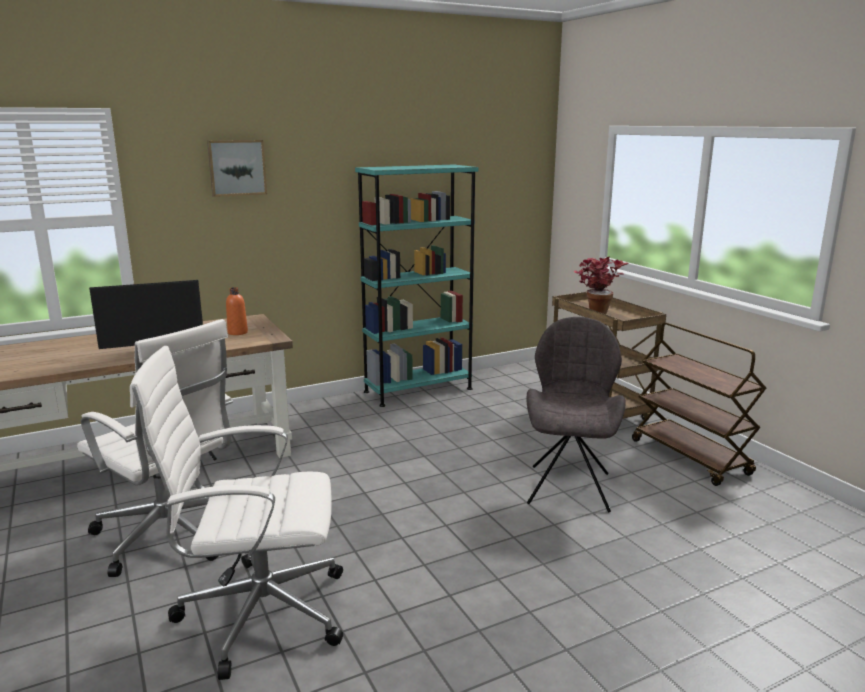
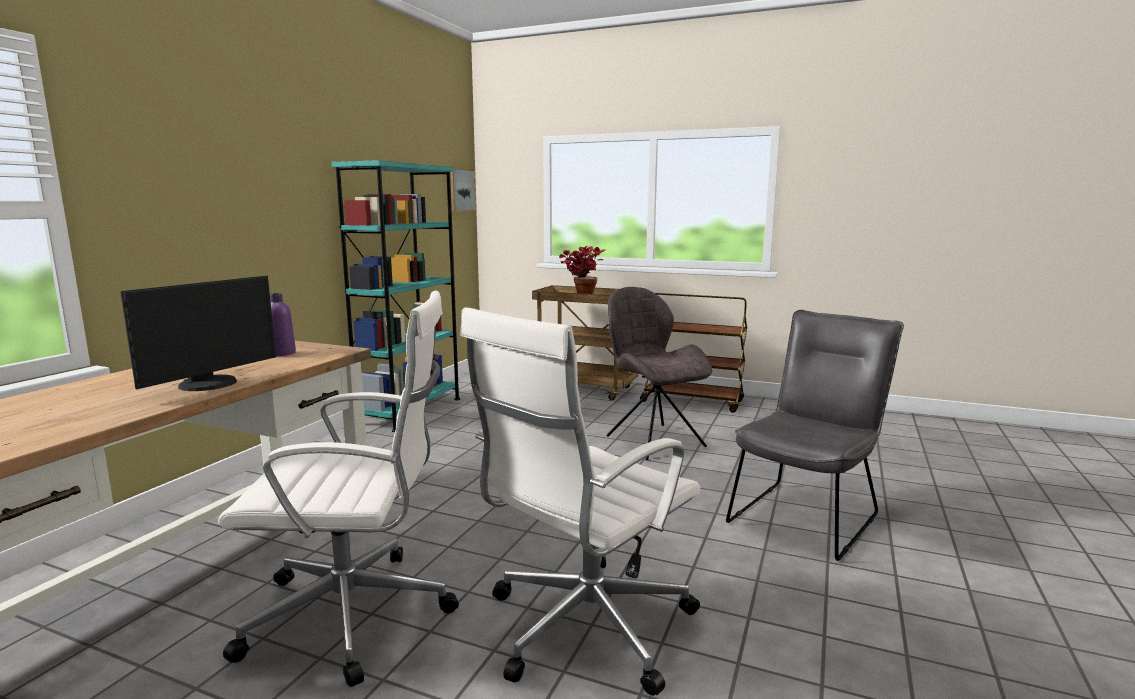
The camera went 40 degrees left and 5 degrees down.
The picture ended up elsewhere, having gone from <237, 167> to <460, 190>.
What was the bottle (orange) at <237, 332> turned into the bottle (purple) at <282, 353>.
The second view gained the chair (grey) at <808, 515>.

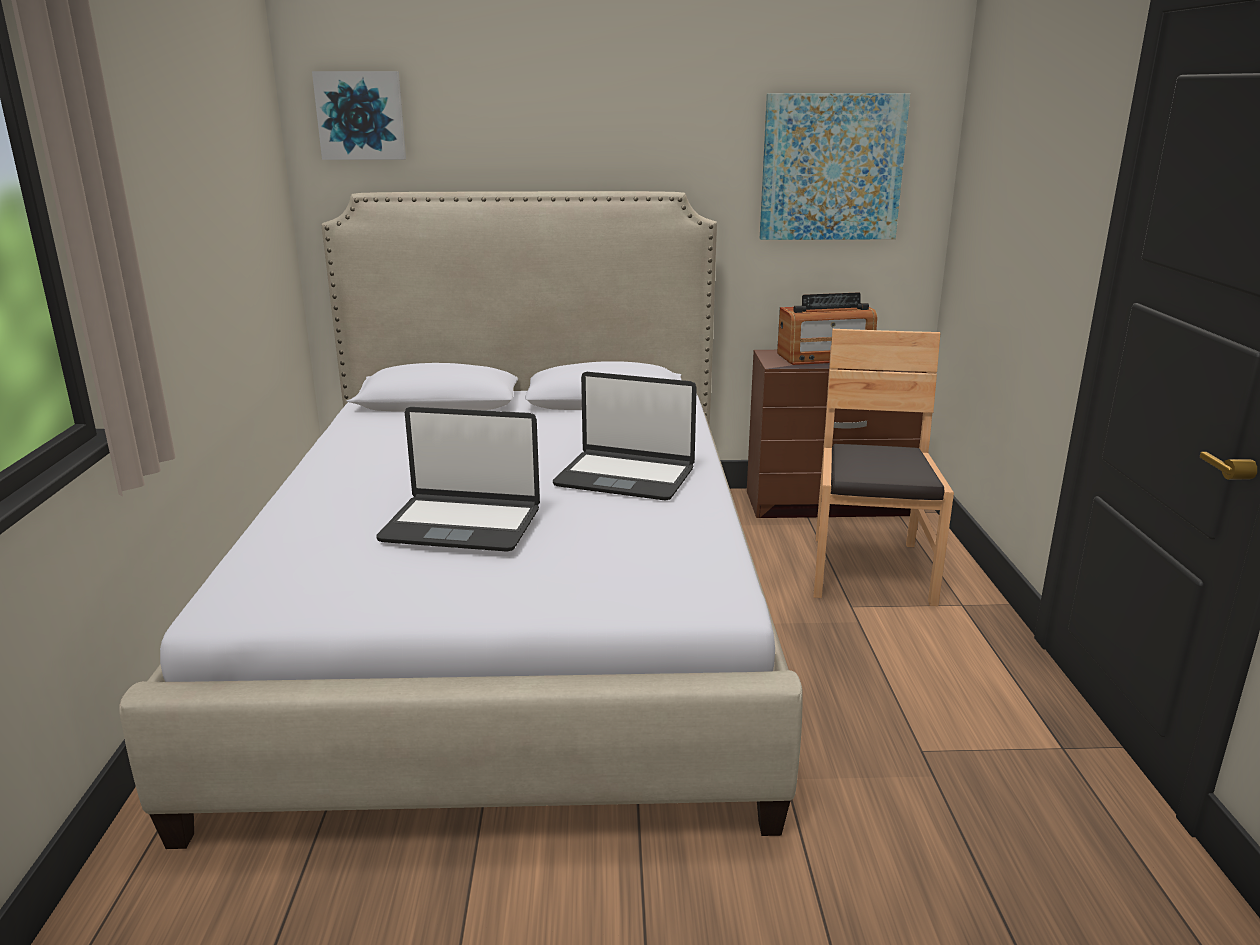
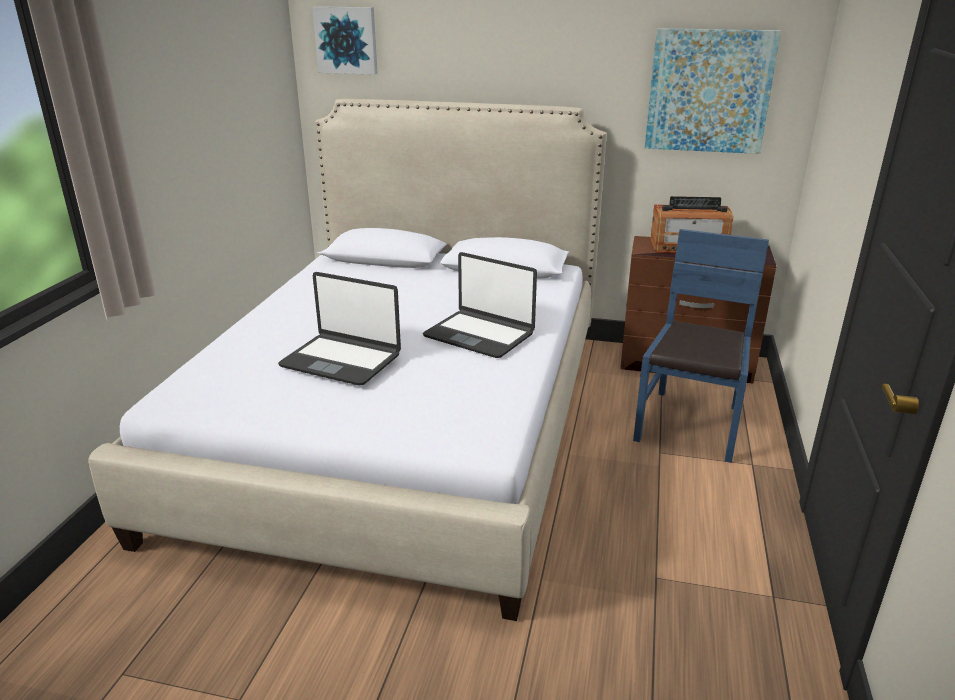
The camera went 15 degrees right and 5 degrees up.
What was the chair (brown) at <869, 570> turned into the chair (blue) at <690, 424>.

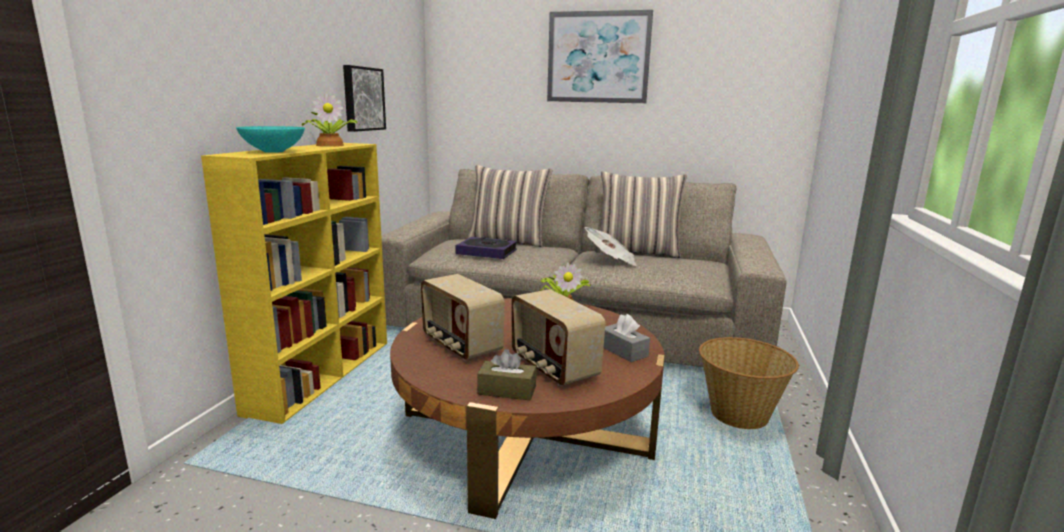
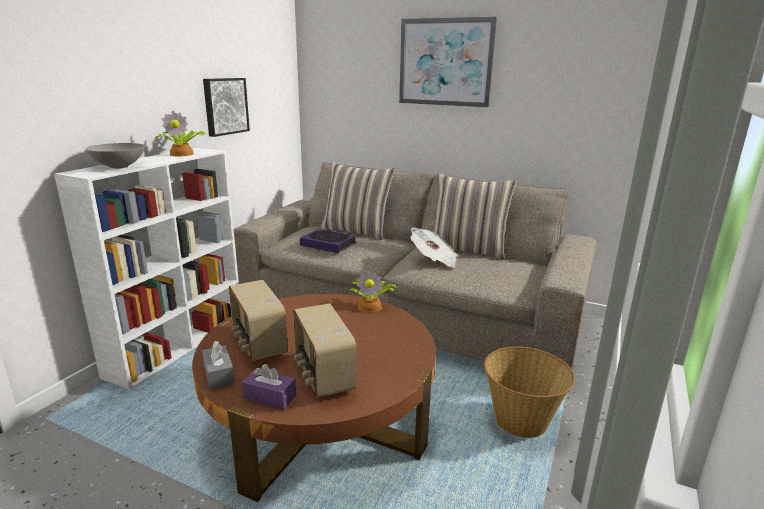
The camera went 10 degrees right and 5 degrees up.
What was the bookcase (yellow) at <323, 374> turned into the bookcase (white) at <179, 344>.
What was the bowl (turquoise) at <273, 151> turned into the bowl (grey) at <118, 167>.
What was the tissue box (brown) at <507, 390> turned into the tissue box (purple) at <269, 397>.
The tissue box (grey) ended up elsewhere, having gone from <623, 351> to <219, 374>.

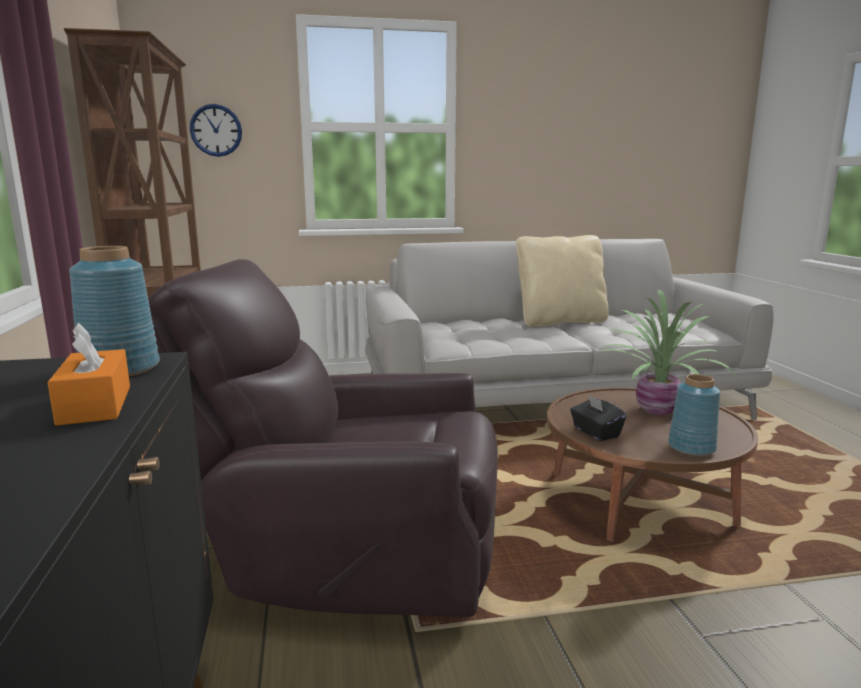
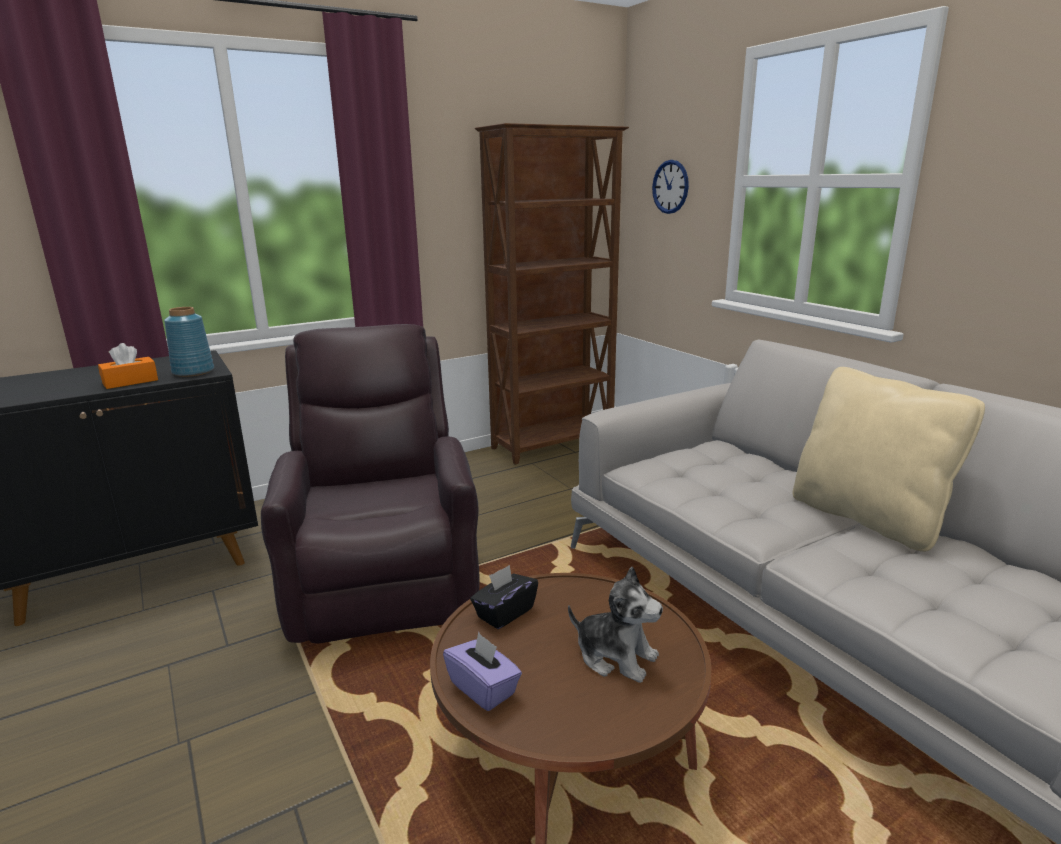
The camera went 70 degrees right and 5 degrees up.
Where the potted plant stood at <655, 410>, the plush toy came to stand at <616, 656>.
Where the vase (blue) stood at <691, 448>, the tissue box (purple) came to stand at <483, 688>.

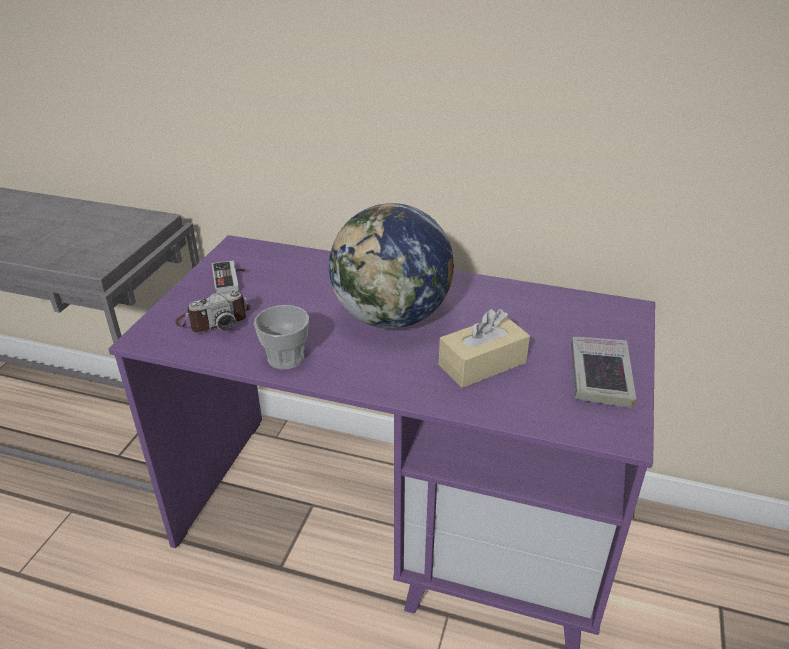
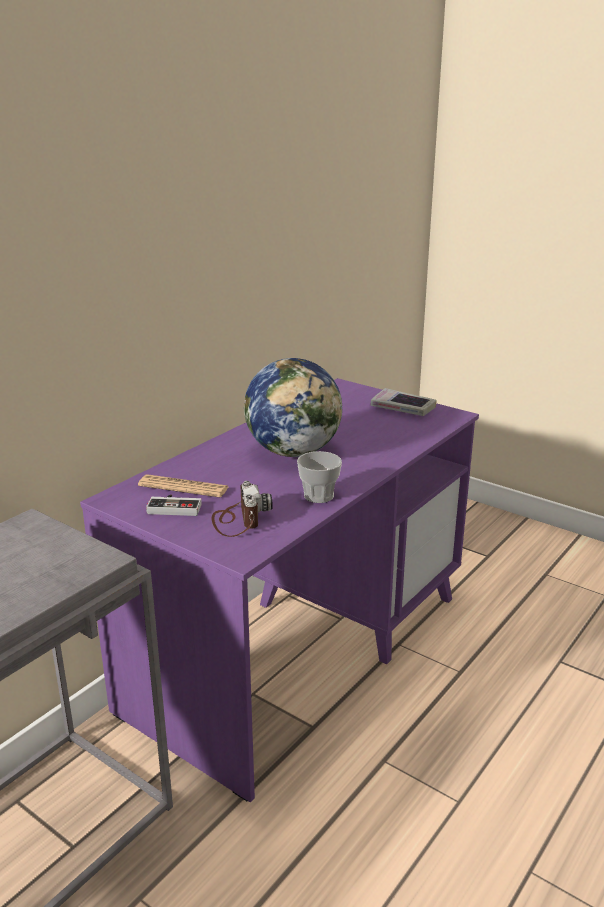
The camera went 70 degrees left and 10 degrees down.
The second view lost the tissue box (beige) at <482, 364>.
The second view gained the newspaper at <183, 487>.

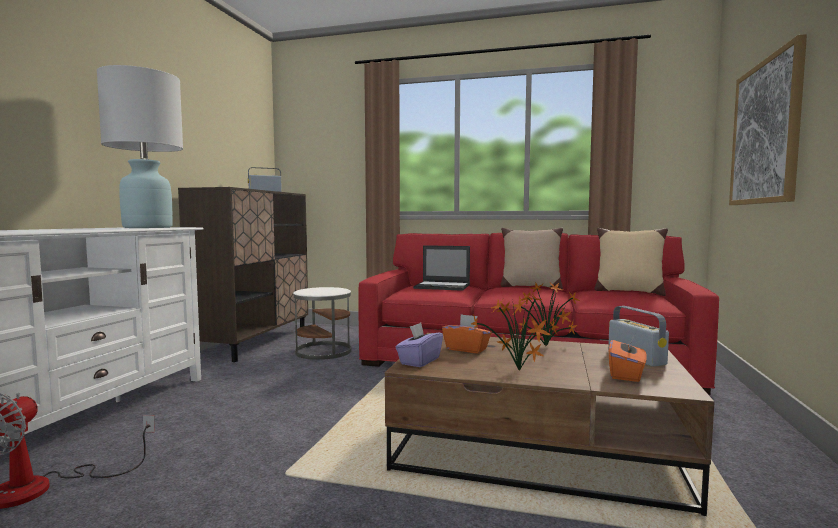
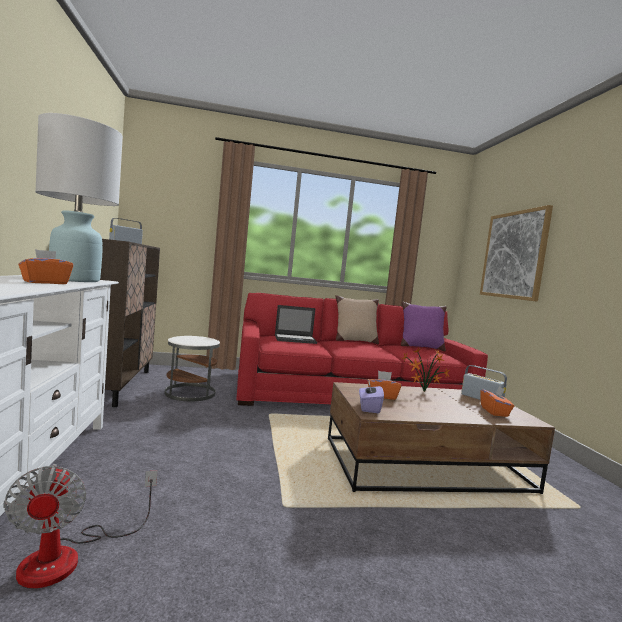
The camera went 25 degrees left and 0 degrees up.
The second view lost the potted plant at <519, 372>.
What was the pillow (beige) at <628, 292> turned into the pillow (purple) at <420, 347>.
The second view gained the tissue box (orange) at <45, 282>.

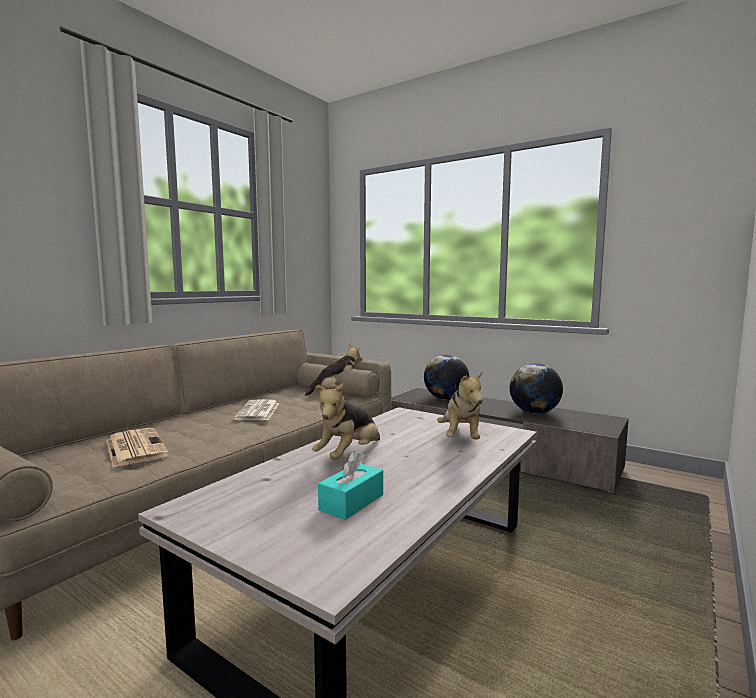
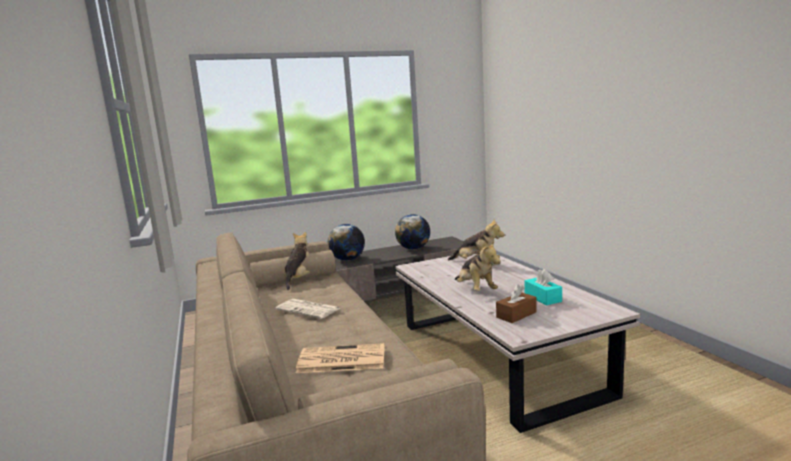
The camera went 55 degrees left and 5 degrees up.
The second view gained the tissue box (brown) at <516, 315>.

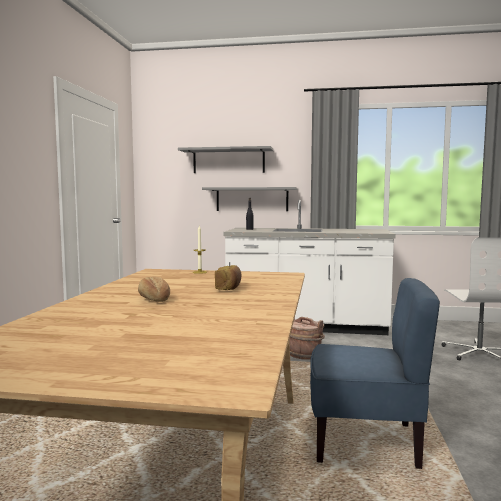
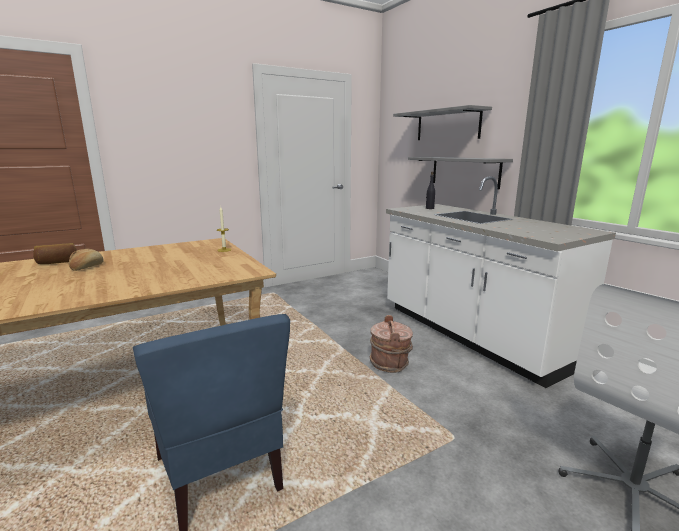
The camera went 50 degrees right and 10 degrees up.
The bread ended up elsewhere, having gone from <229, 288> to <57, 262>.

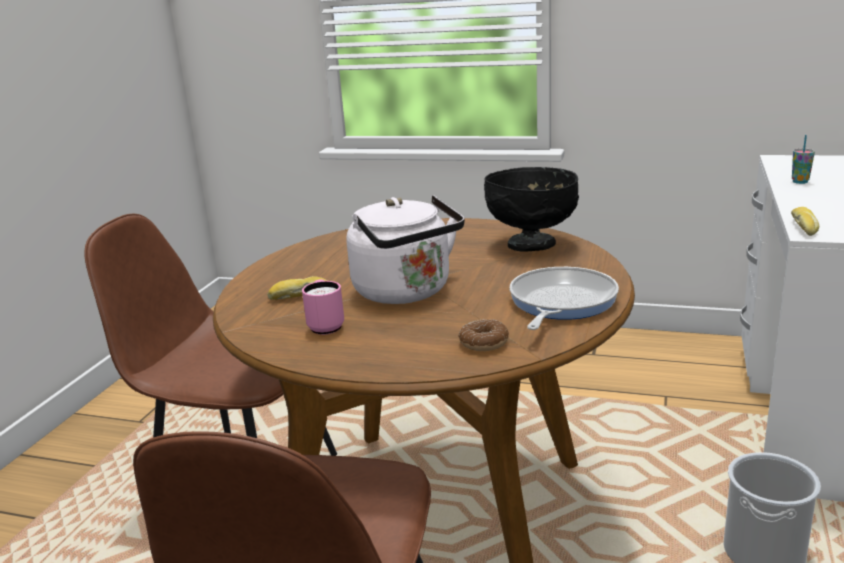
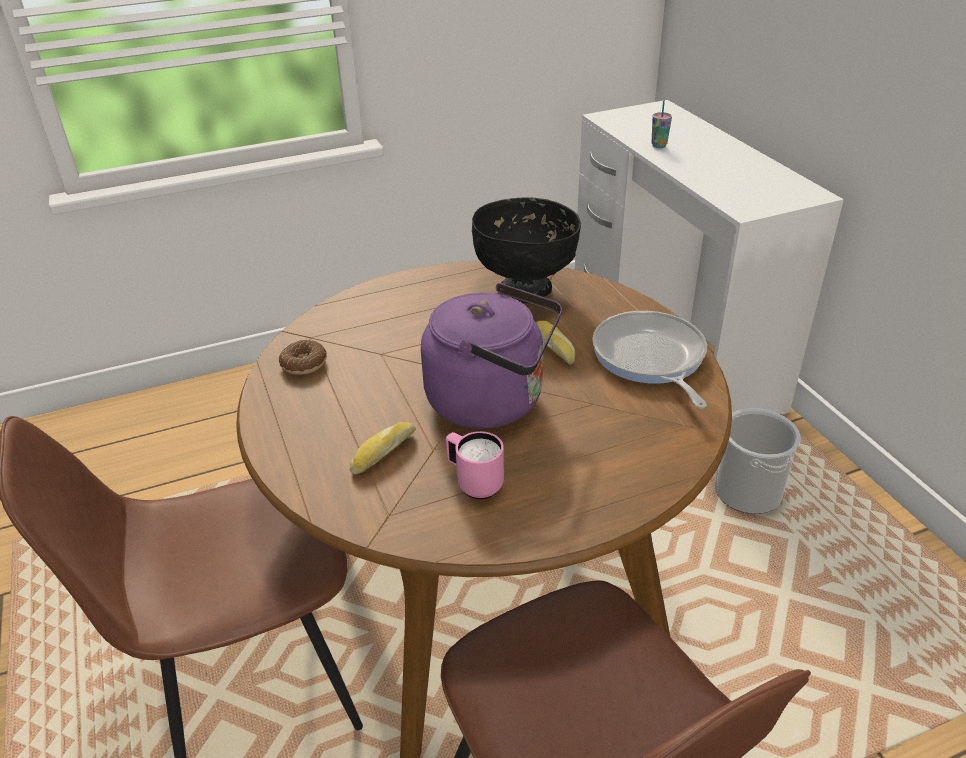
The camera went 40 degrees left and 15 degrees up.
What was the kettle (white) at <406, 292> turned into the kettle (purple) at <493, 401>.
The donut ended up elsewhere, having gone from <484, 343> to <304, 364>.
The bread ended up elsewhere, having gone from <805, 228> to <554, 348>.

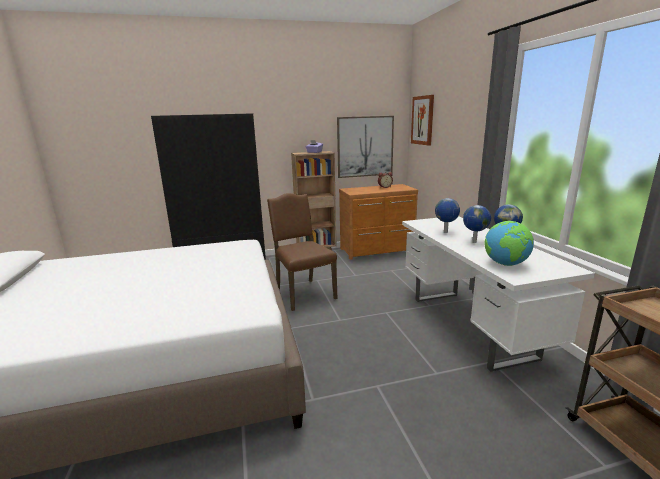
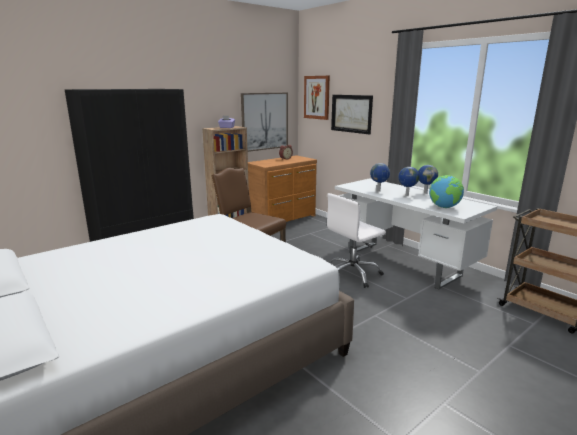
The camera went 25 degrees left and 0 degrees up.
The second view gained the office chair (white) at <352, 274>.
The second view gained the picture at <351, 113>.

